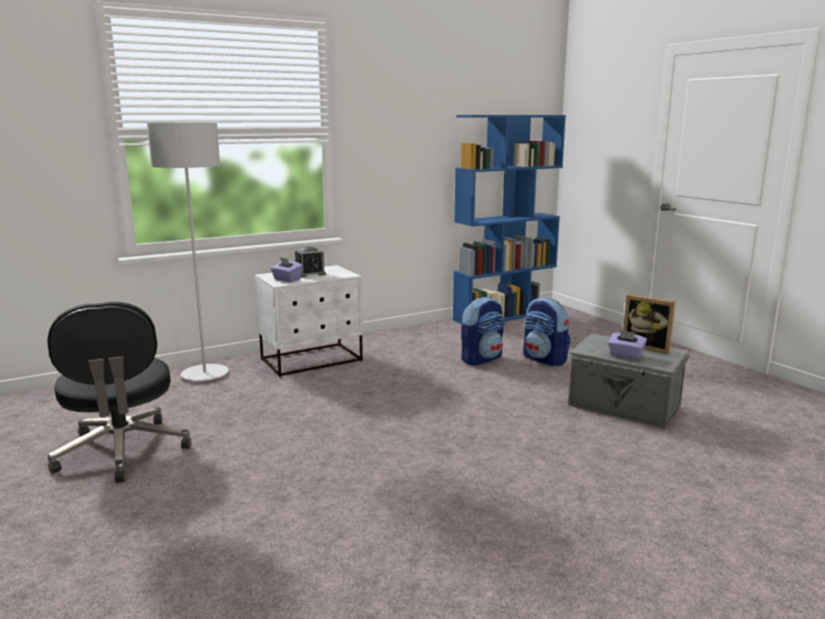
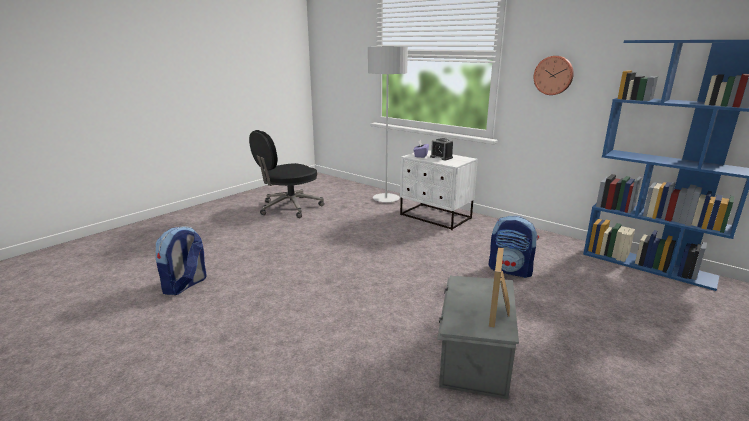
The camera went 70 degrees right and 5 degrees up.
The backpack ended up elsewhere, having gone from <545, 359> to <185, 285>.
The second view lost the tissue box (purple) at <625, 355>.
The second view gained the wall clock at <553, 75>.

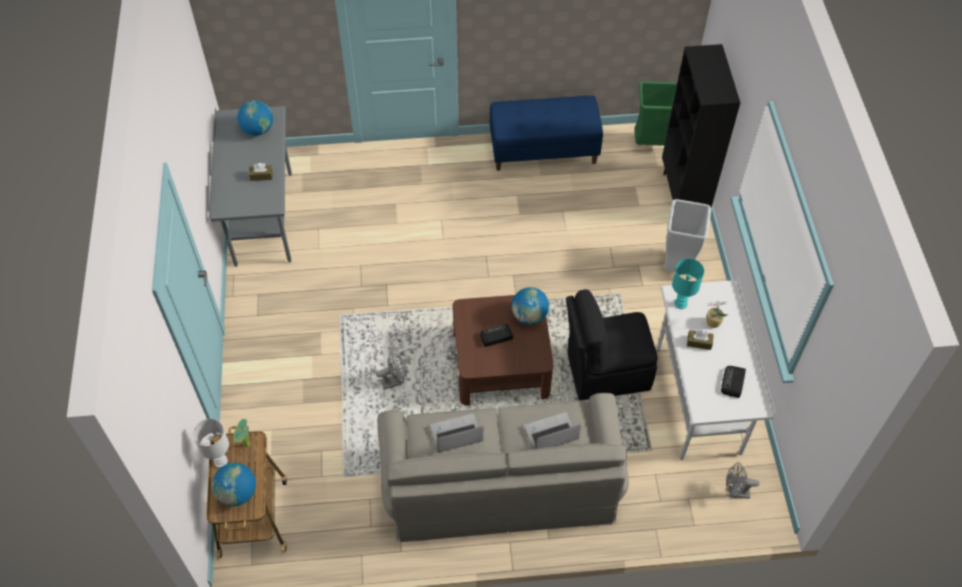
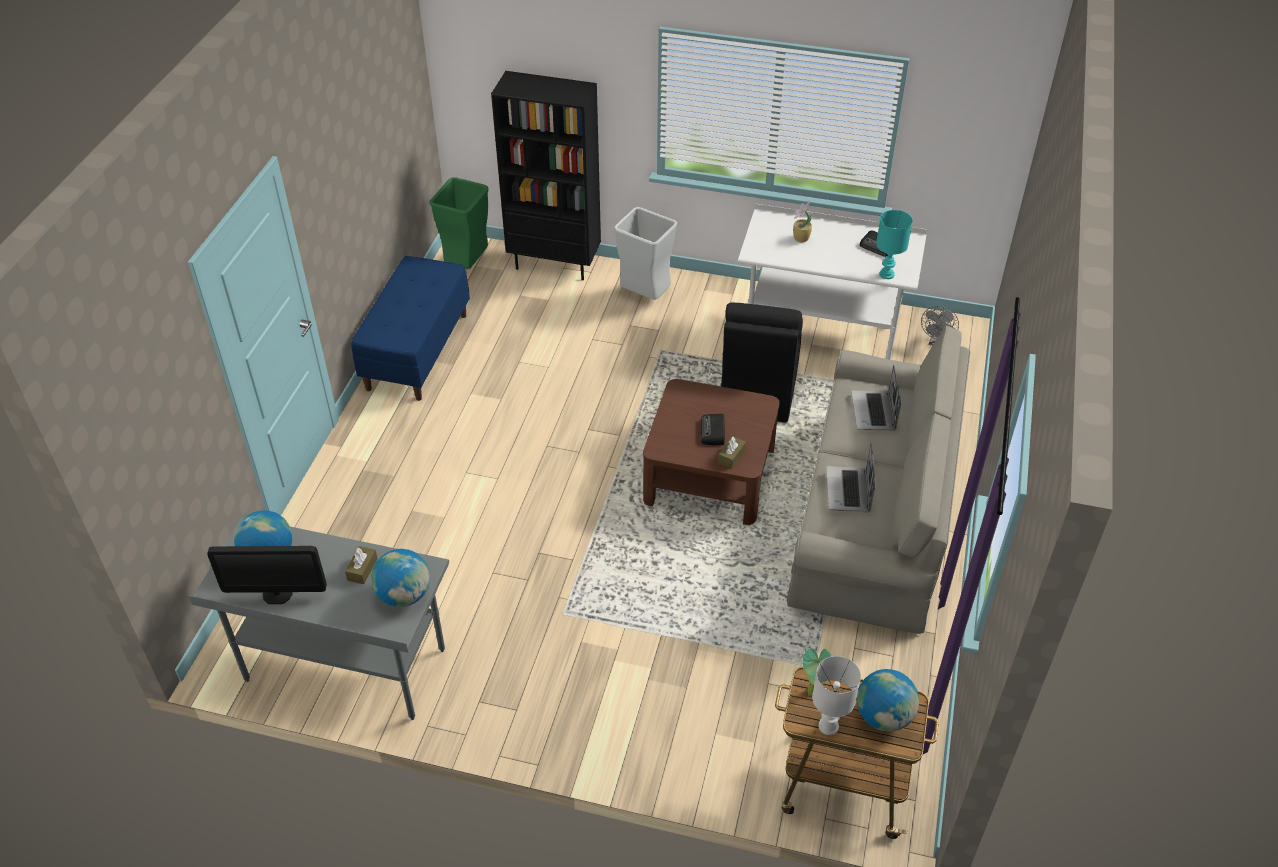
The camera went 70 degrees left and 10 degrees down.
The second view lost the fan (grey) at <394, 381>.
The globe ended up elsewhere, having gone from <529, 316> to <404, 595>.
The table lamp (turquoise) ended up elsewhere, having gone from <681, 304> to <887, 274>.
The tissue box (brown) ended up elsewhere, having gone from <699, 342> to <731, 456>.
The second view gained the monitor at <277, 594>.

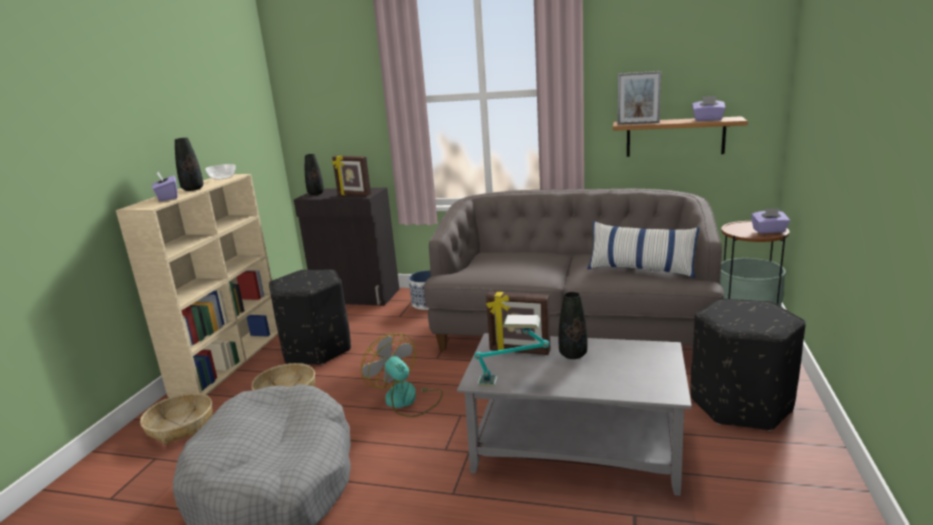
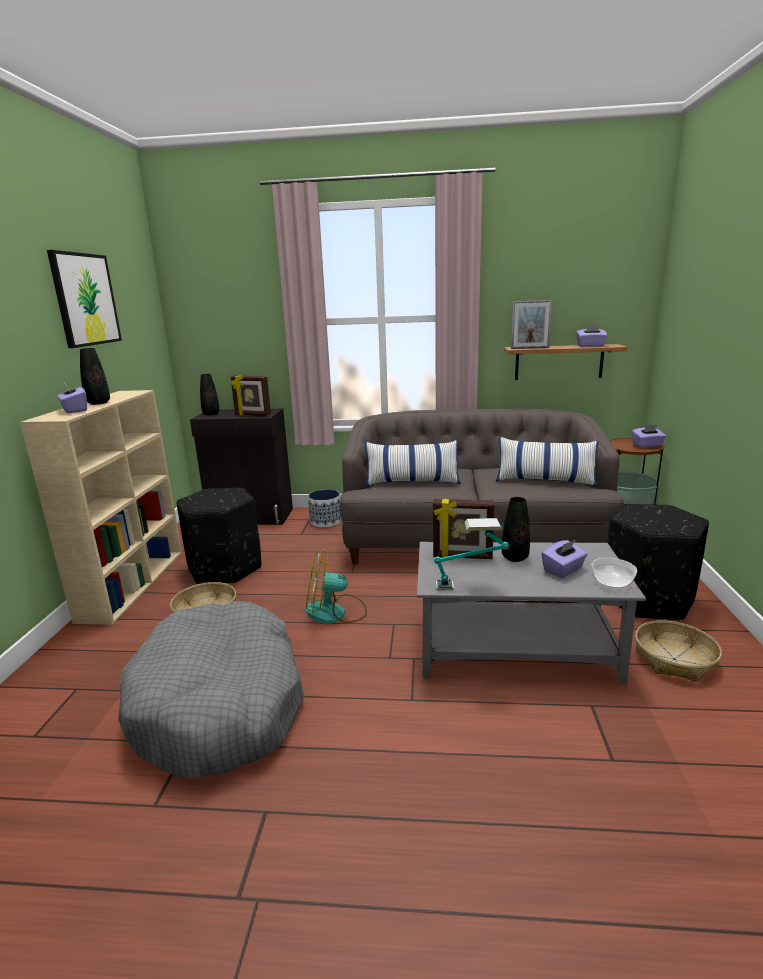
The camera went 10 degrees left and 0 degrees up.
The basket ended up elsewhere, having gone from <181, 426> to <674, 659>.
The bowl ended up elsewhere, having gone from <223, 177> to <613, 582>.
The fan at <407, 400> ended up facing another way, 45 degrees counterclockwise from before.
The second view gained the picture at <85, 299>.
The second view gained the pillow at <412, 482>.
The second view gained the tissue box (purple) at <563, 570>.

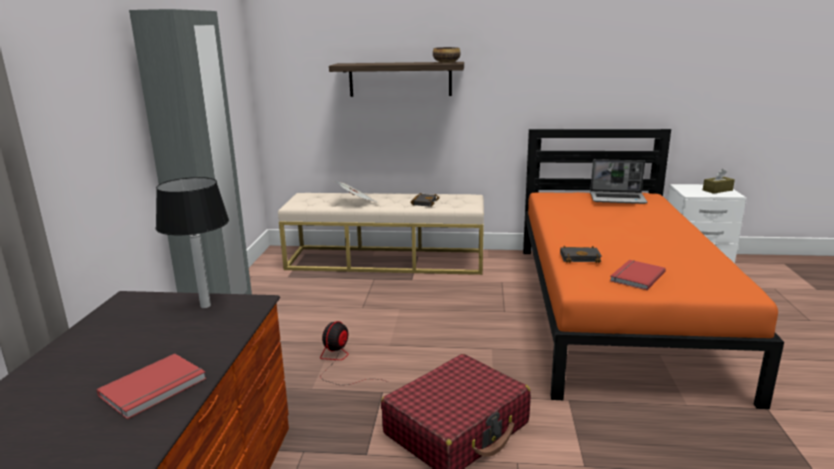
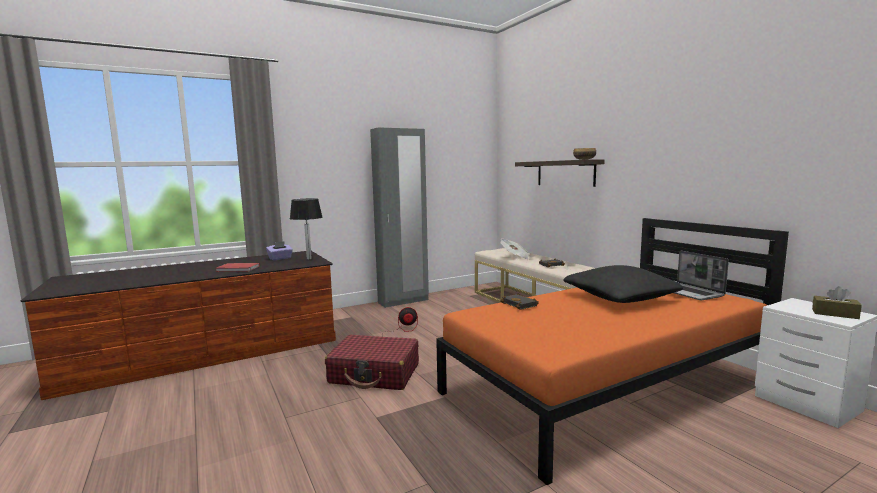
The camera went 55 degrees right and 10 degrees down.
The second view lost the book (red) at <635, 276>.
The second view gained the tissue box (purple) at <280, 258>.
The second view gained the pillow (black) at <619, 298>.

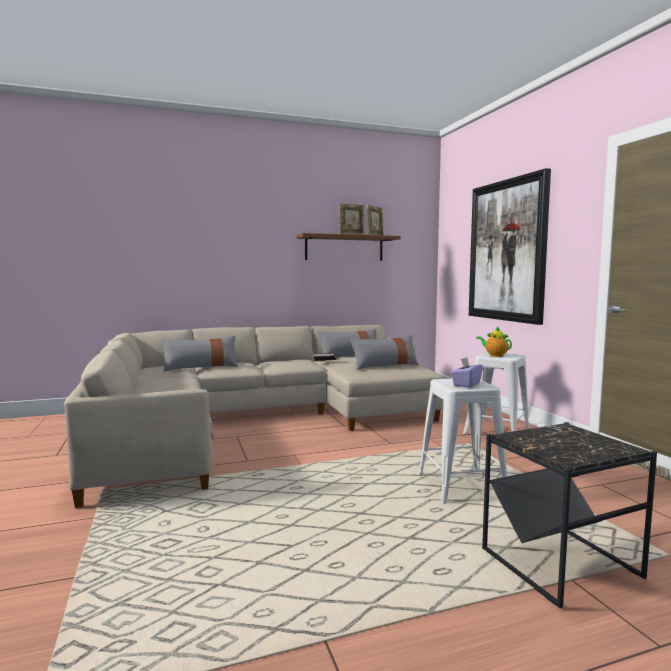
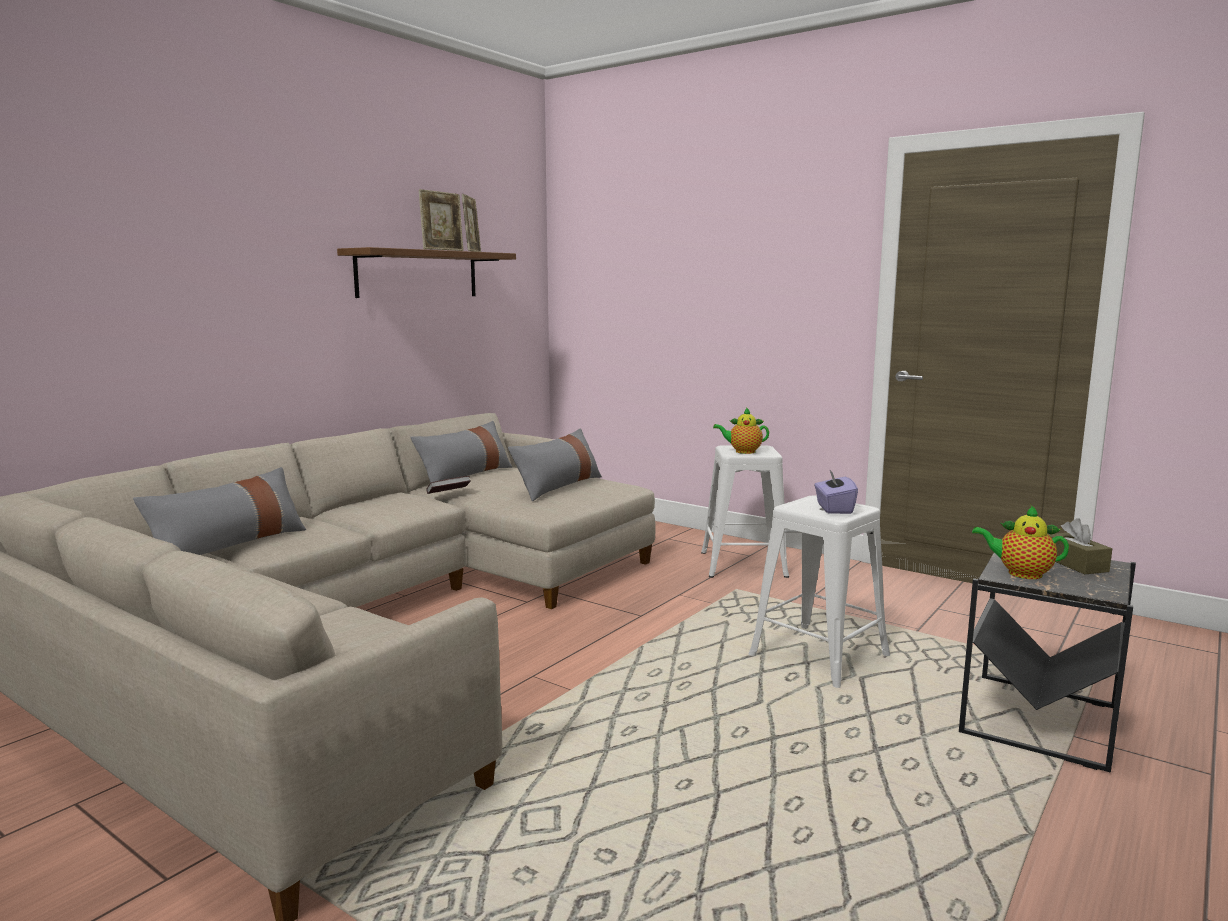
The camera went 35 degrees left and 5 degrees up.
The second view lost the picture at <507, 251>.
The second view gained the teapot at <1020, 573>.
The second view gained the tissue box (brown) at <1075, 564>.

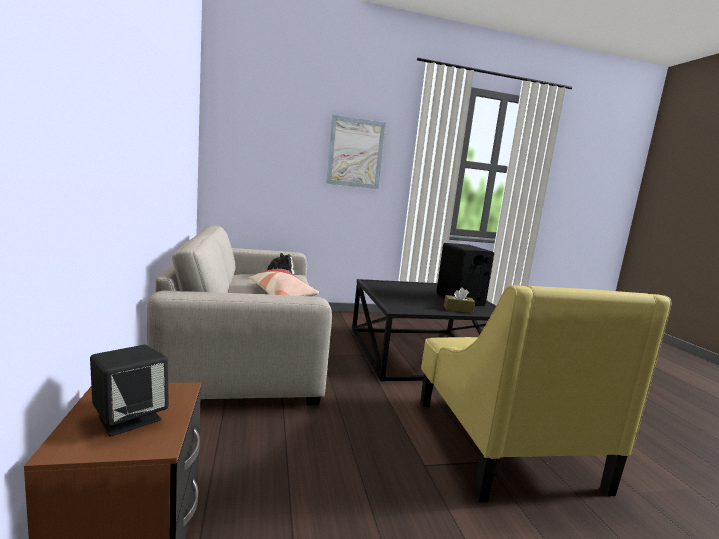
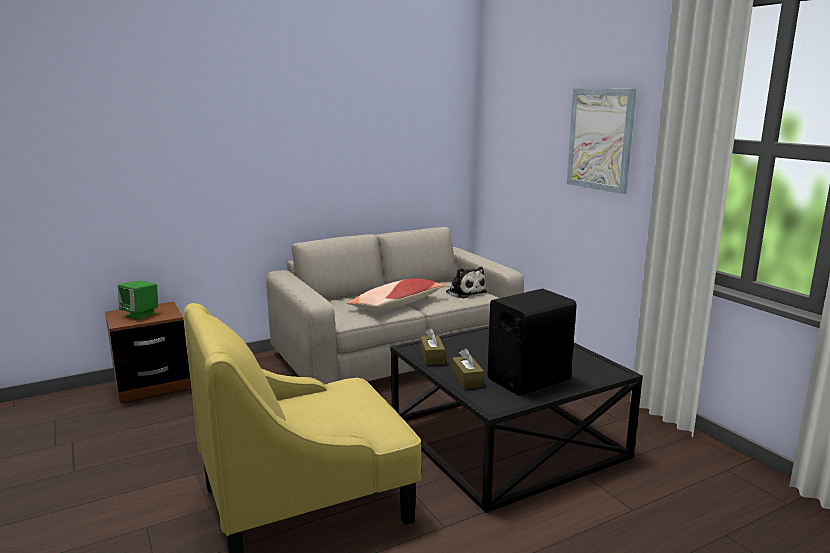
The camera went 75 degrees right and 5 degrees up.
What was the speaker (black) at <129, 418> turned into the speaker (green) at <141, 314>.
The second view gained the tissue box (brown) at <432, 357>.

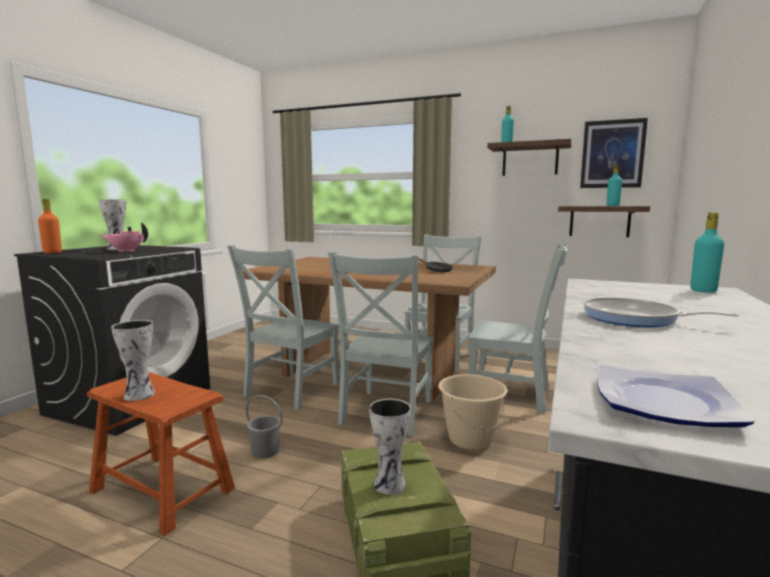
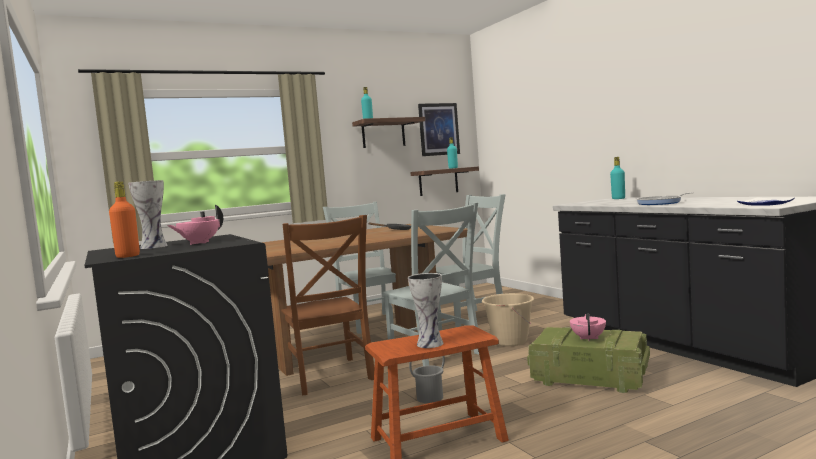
The camera went 50 degrees left and 5 degrees down.
What was the chair (grey) at <290, 391> turned into the chair (brown) at <330, 377>.
Where the vase stood at <391, 485>, the teapot (pink) came to stand at <588, 338>.

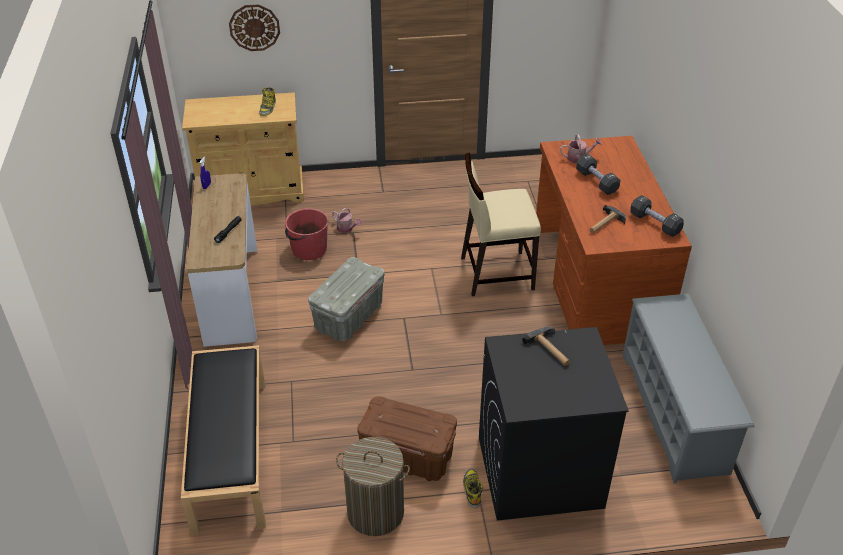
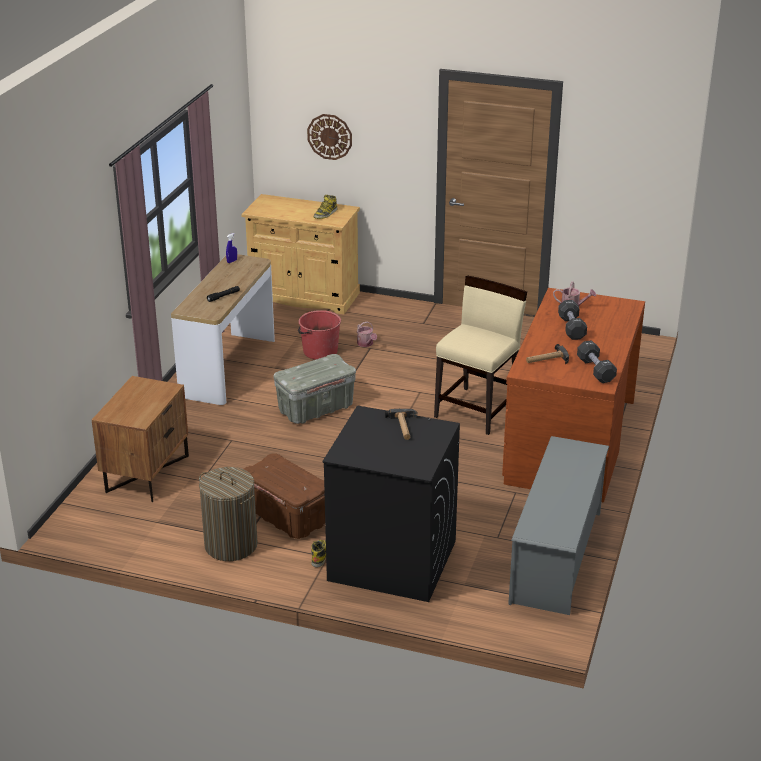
The camera went 25 degrees right and 10 degrees down.
Where the bench (black) stood at <230, 452>, the nightstand (brown) came to stand at <146, 473>.
The chair (beige) at <496, 273> ended up facing another way, 105 degrees clockwise from before.

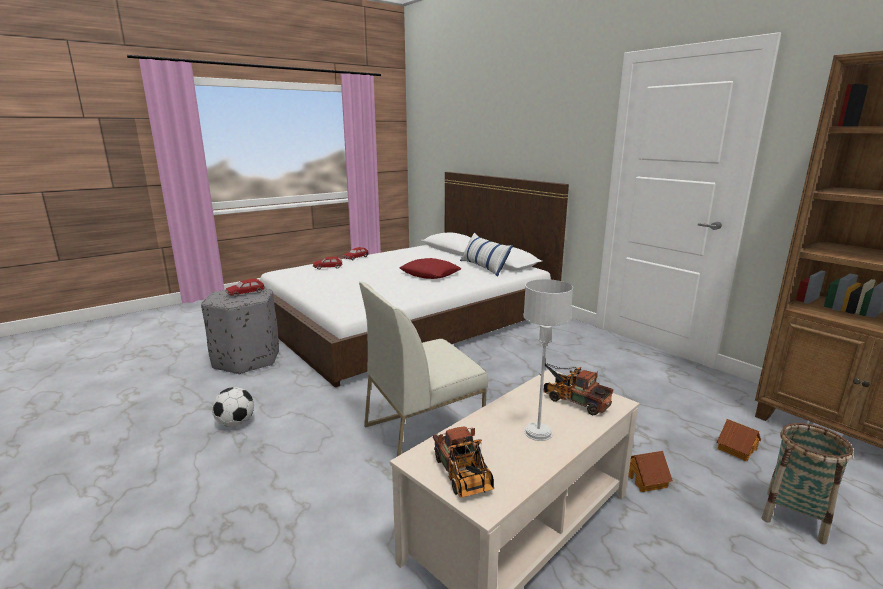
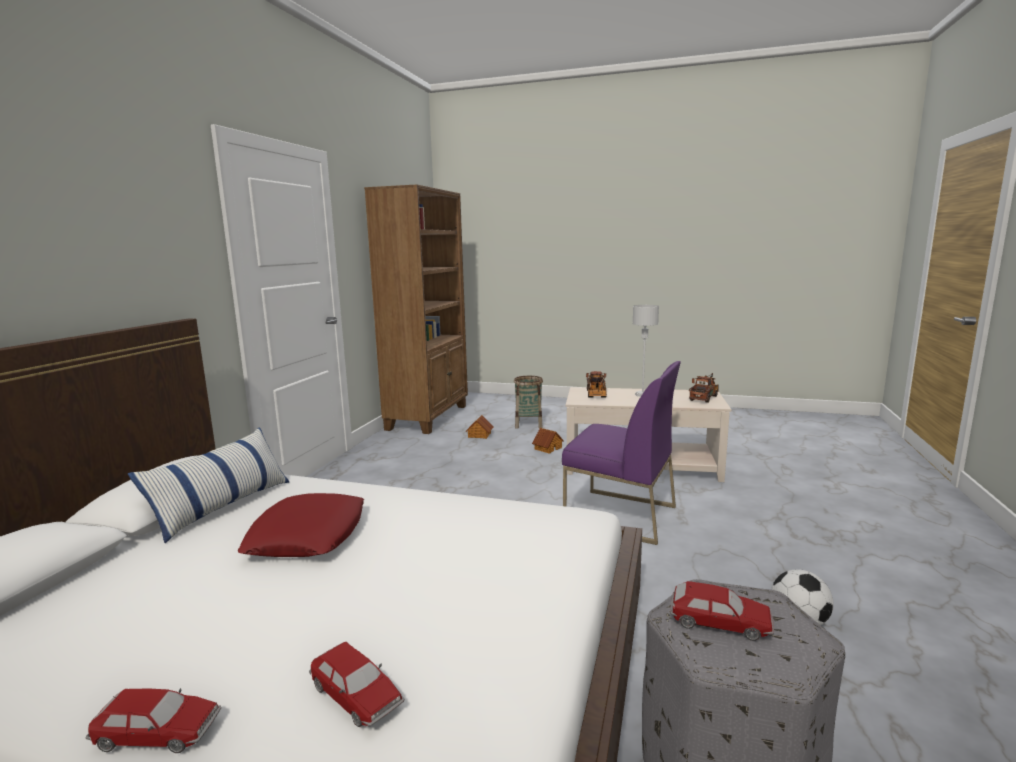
The camera went 125 degrees left and 5 degrees down.
What was the chair (white) at <423, 434> turned into the chair (purple) at <619, 516>.

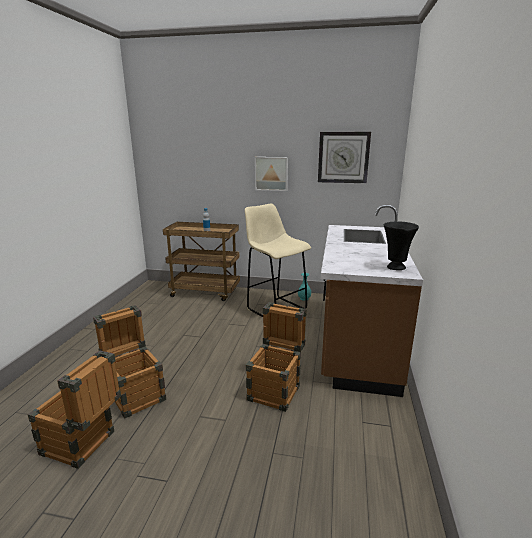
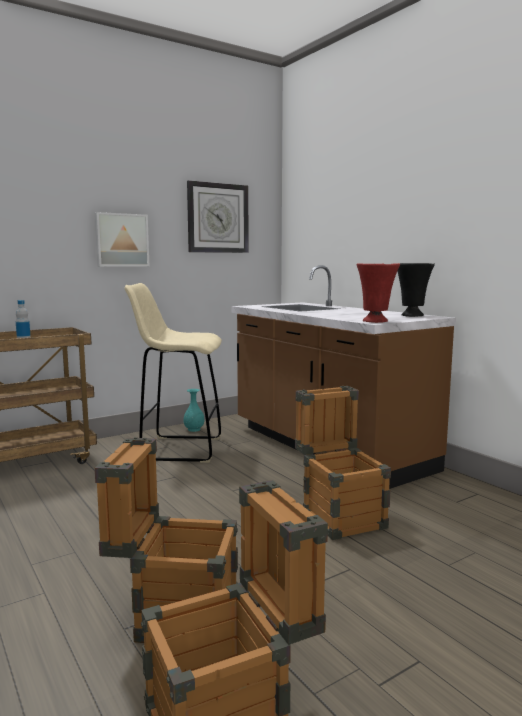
The camera went 45 degrees left and 10 degrees down.
The second view gained the vase (red) at <376, 321>.

